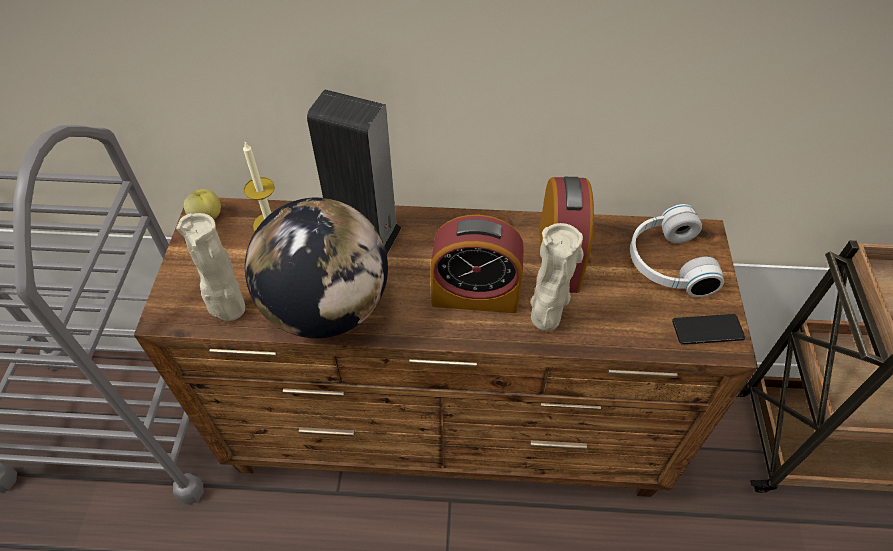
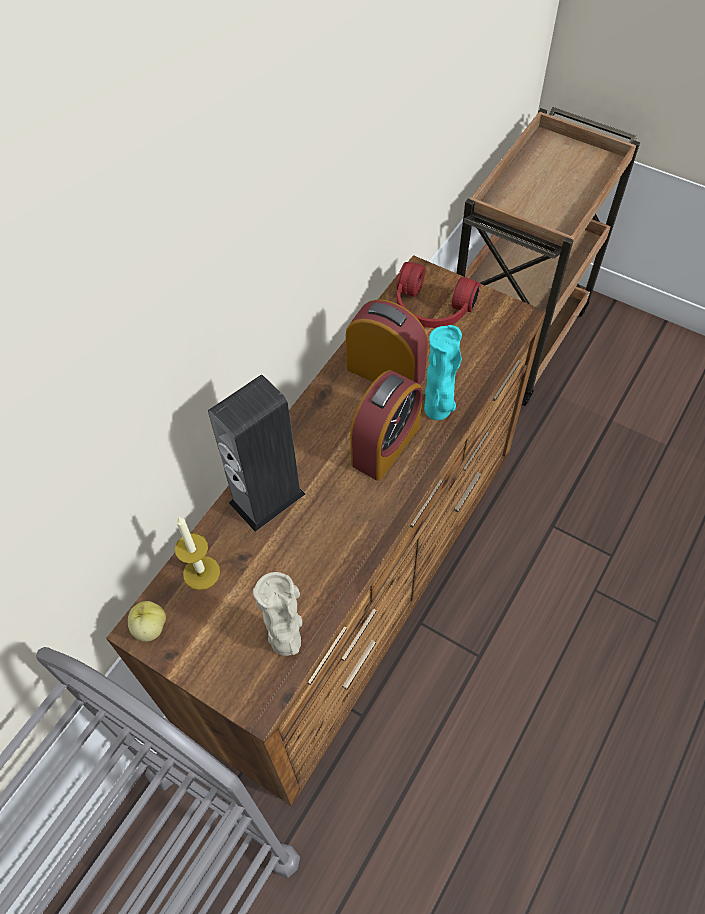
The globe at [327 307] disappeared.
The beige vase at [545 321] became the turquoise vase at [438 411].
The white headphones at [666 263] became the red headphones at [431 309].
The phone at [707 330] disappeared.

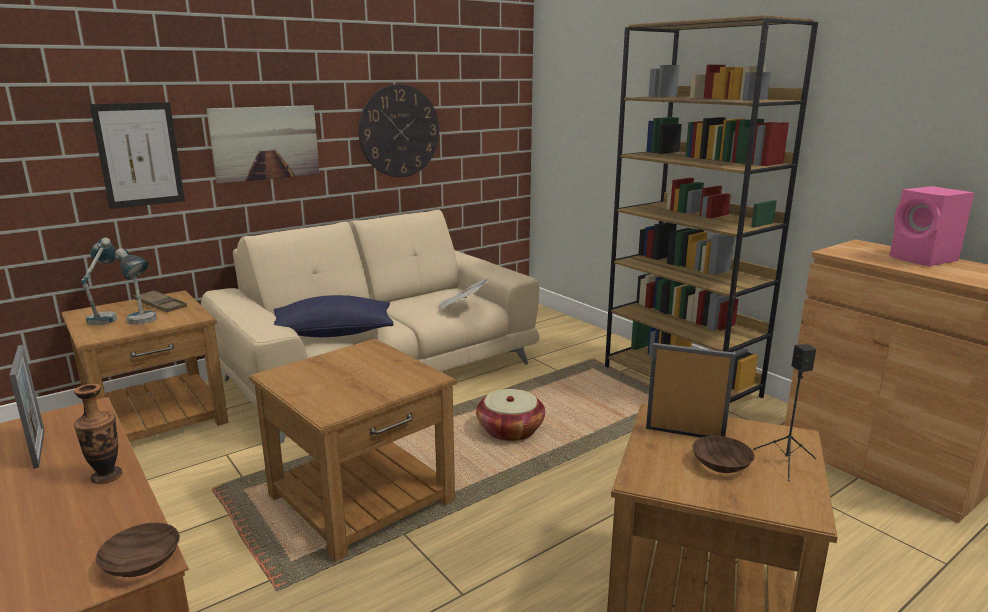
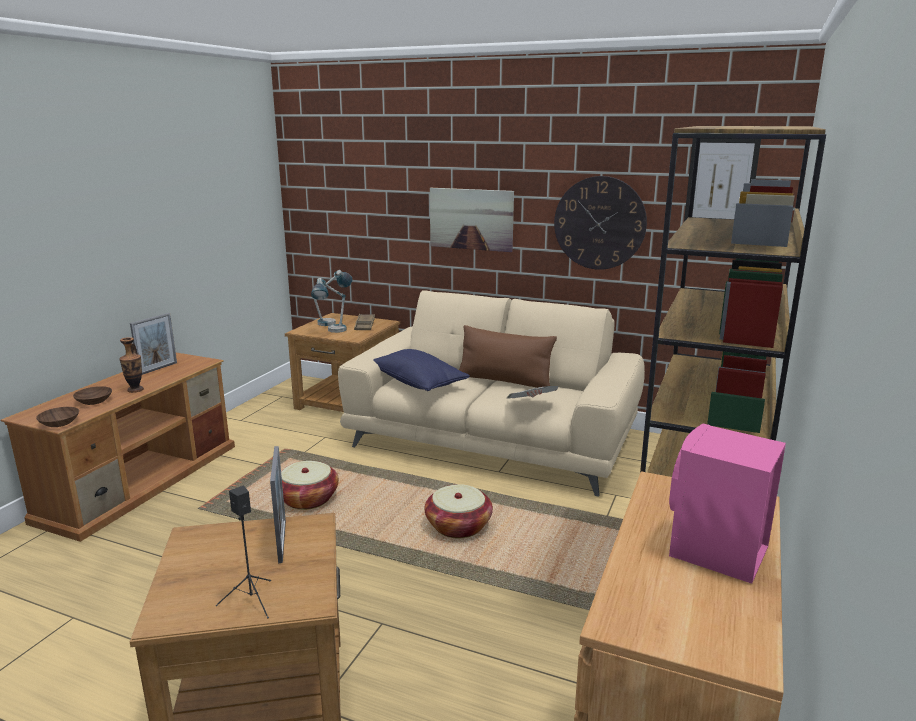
The picture moved from [139 155] to [721 183].
The brown side table at [361 499] was replaced by the basket at [307 499].
The brown bowl moved from [720 463] to [95 401].
The brown pillow at [504 381] appeared.

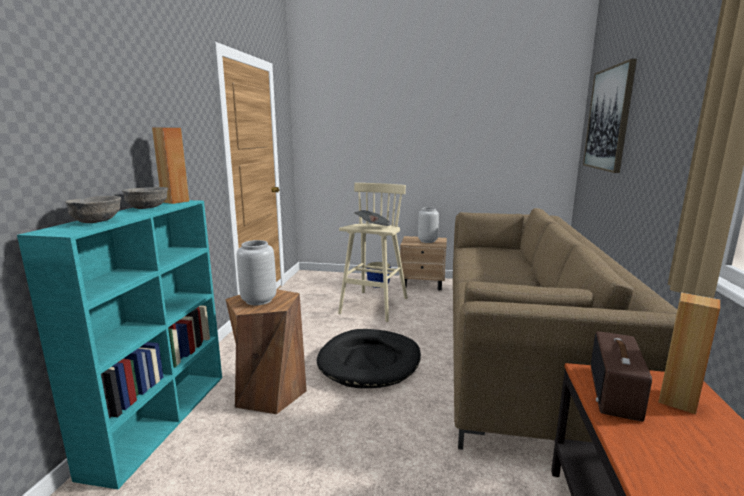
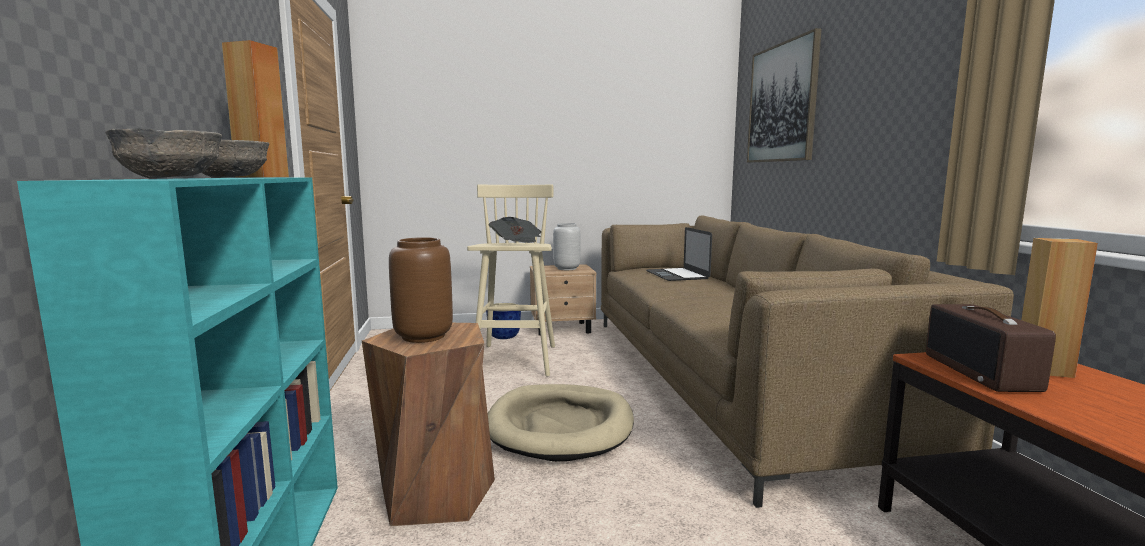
The grey vase at [259 300] became the brown vase at [424 336].
The black dog bed at [370 362] became the beige dog bed at [560 426].
The laptop at [677 275] appeared.

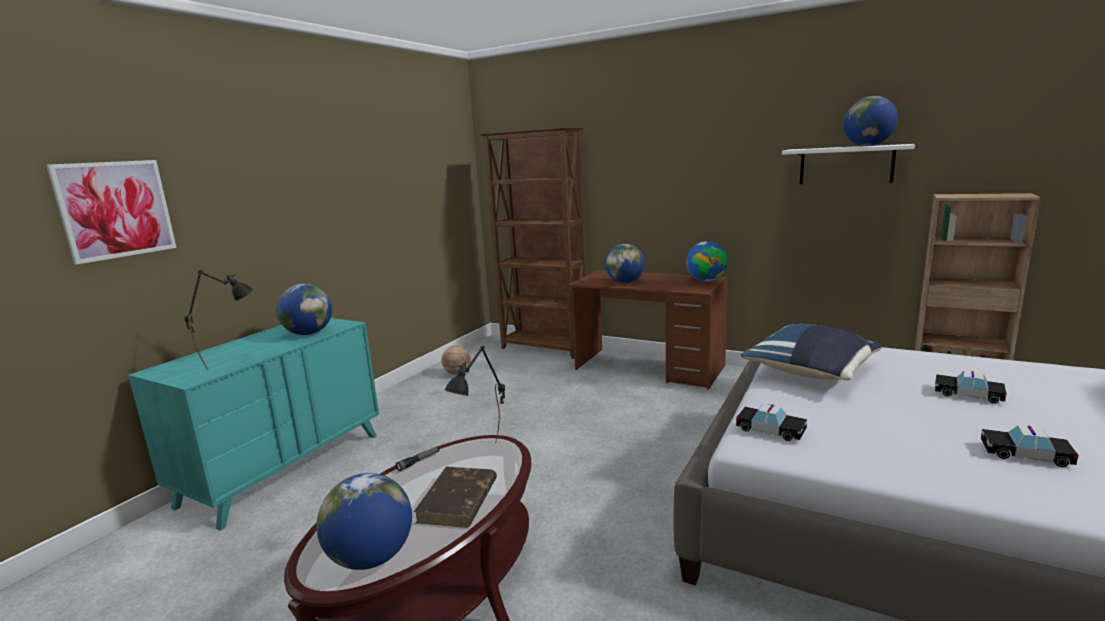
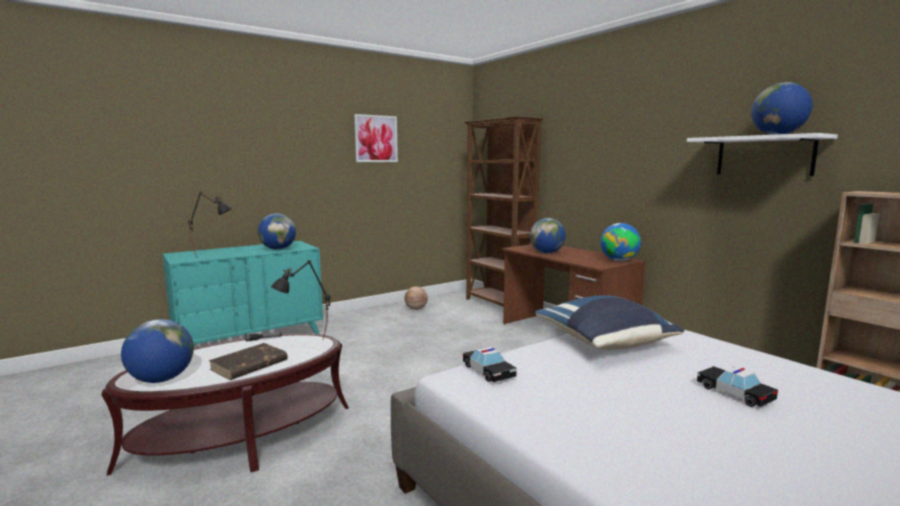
The picture moved from [115 209] to [376 138].
The toy car at [1025 454] disappeared.

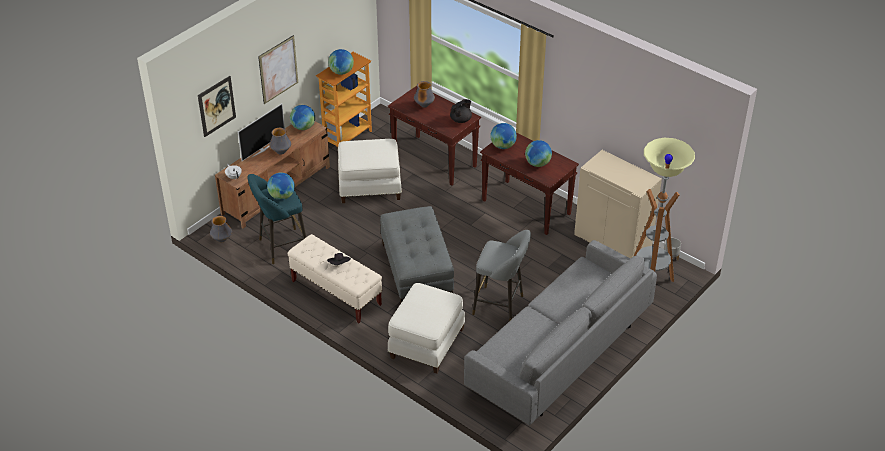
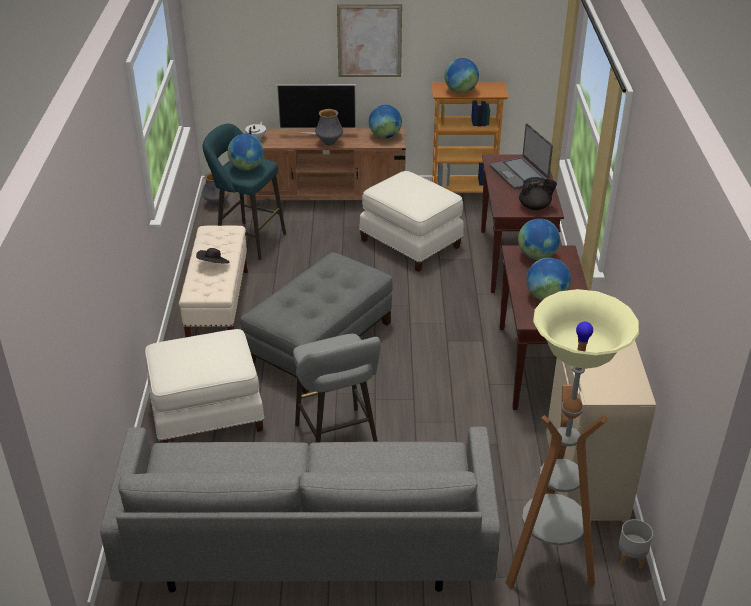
The picture at [216 106] disappeared.
The vase at [424 105] was replaced by the laptop at [519 174].

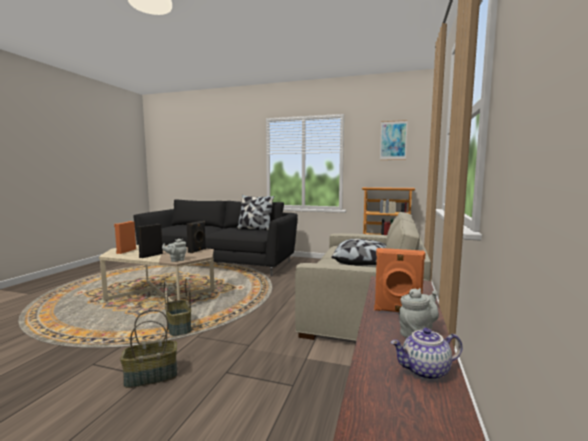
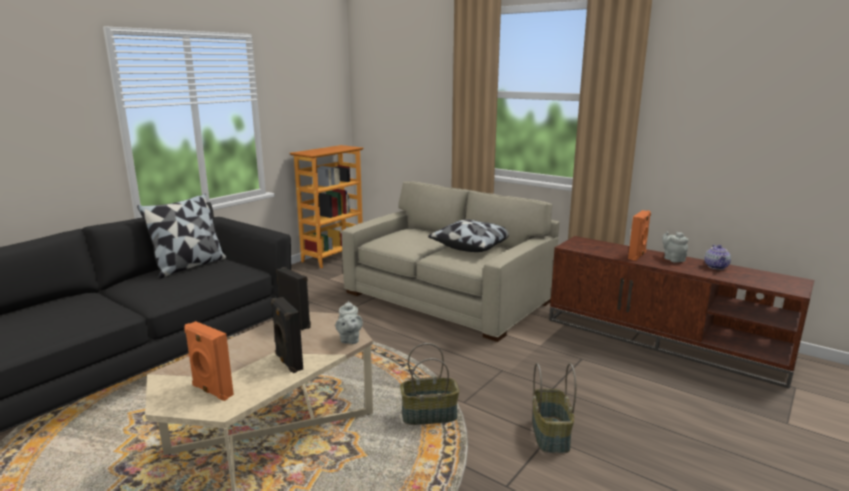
The picture at [393 140] disappeared.

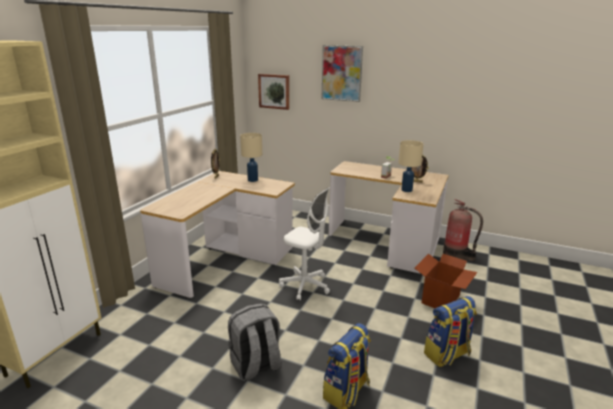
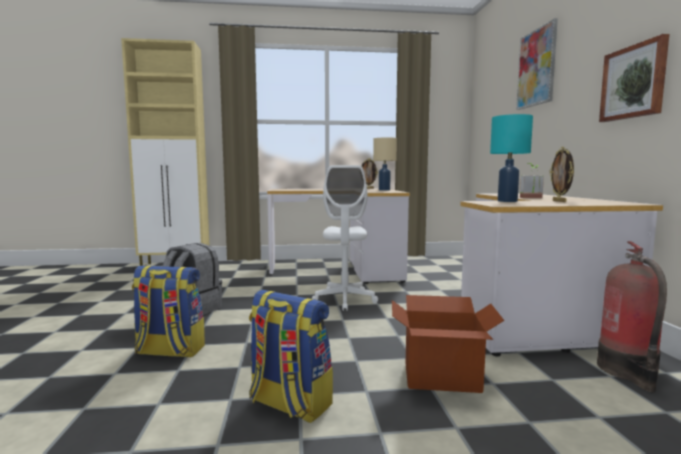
The picture moved from [274 91] to [634 82].
The beige table lamp at [406 190] became the turquoise table lamp at [506 201].

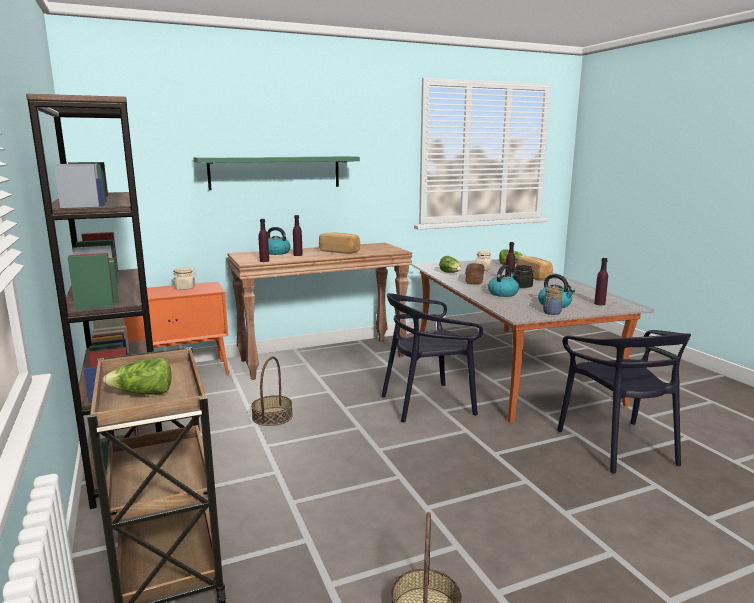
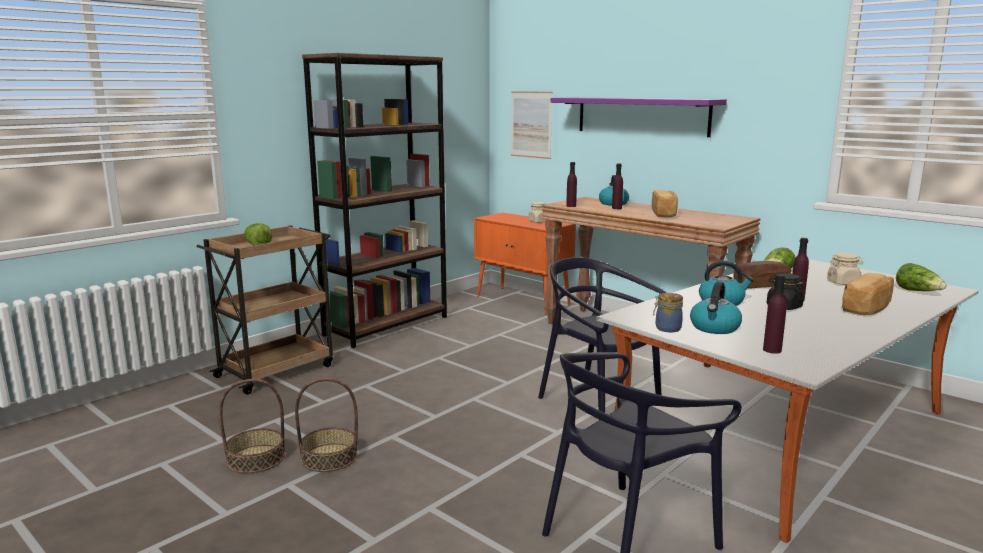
The green shelf at [275 172] became the purple shelf at [641 116].
The basket moved from [272 416] to [329 457].
The picture at [531 124] appeared.

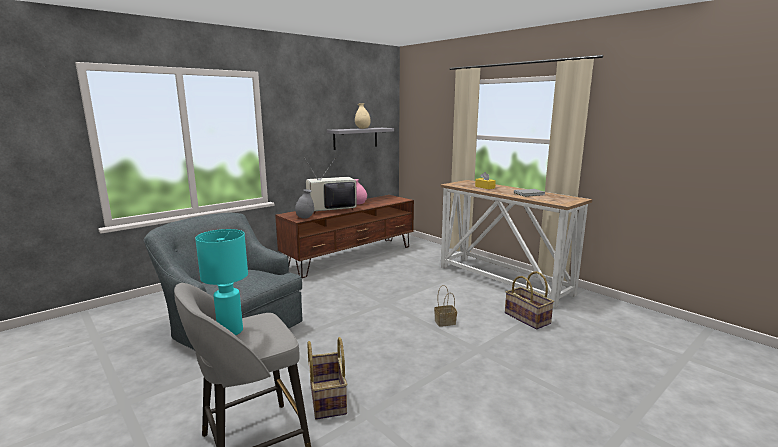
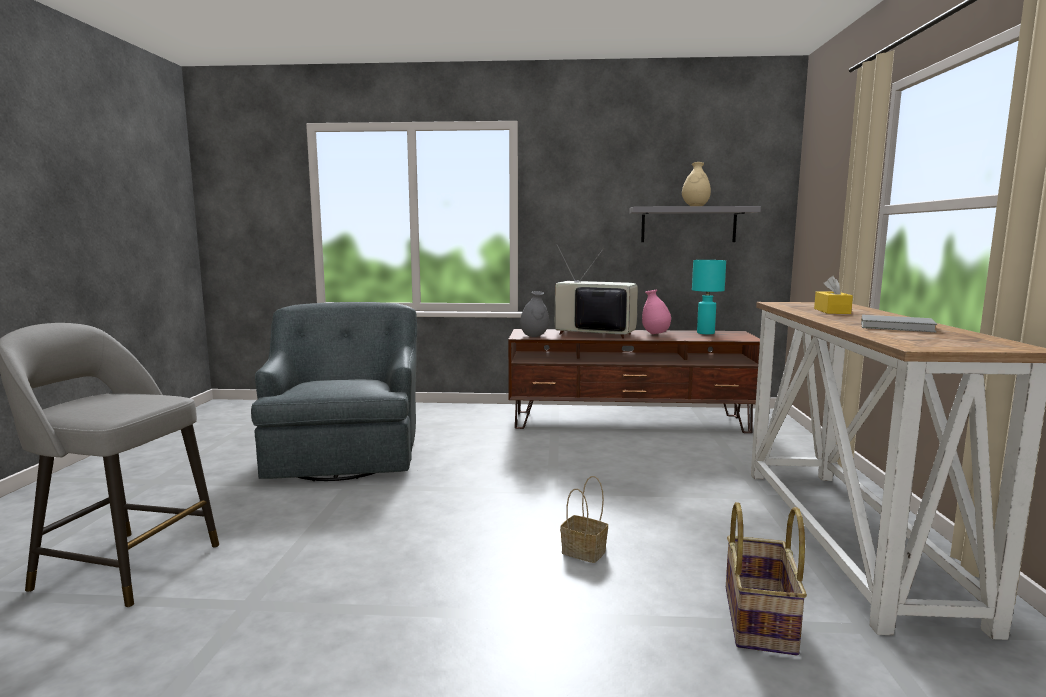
The turquoise table lamp moved from [231 331] to [705 333].
The basket at [326 398] disappeared.

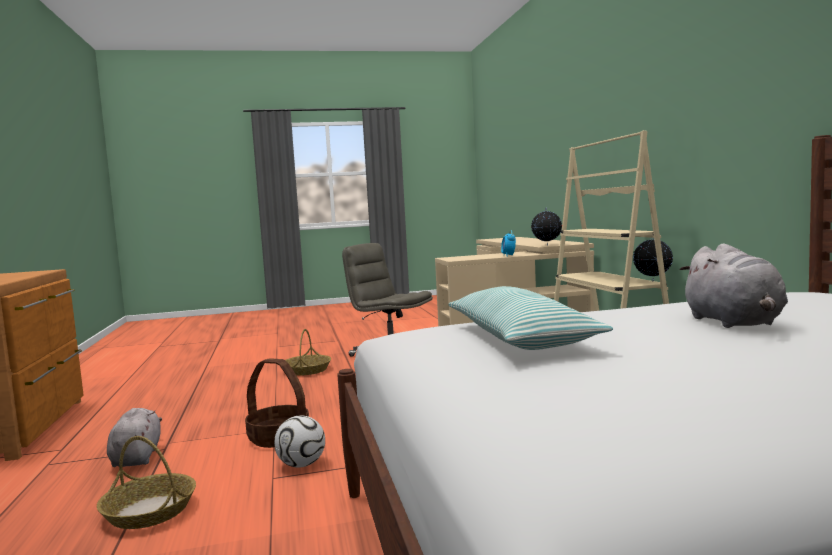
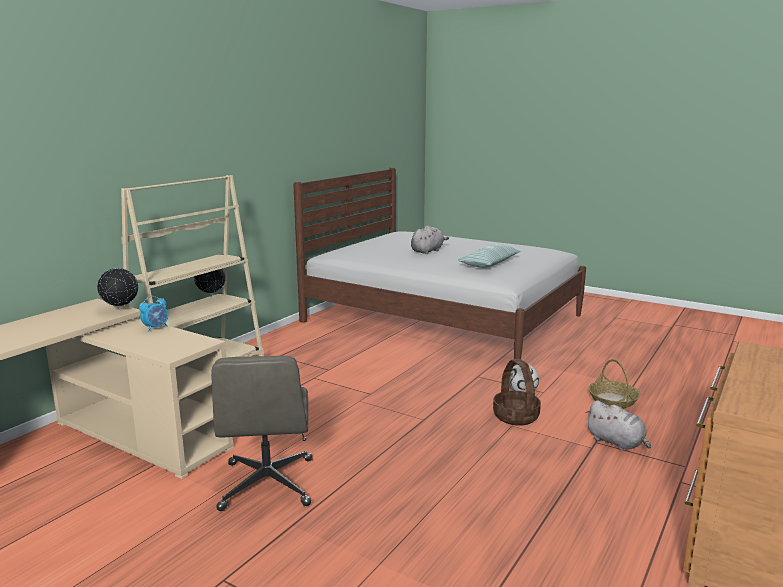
The grey plush toy at [137 457] turned 75 degrees counterclockwise.
The basket at [307 370] disappeared.

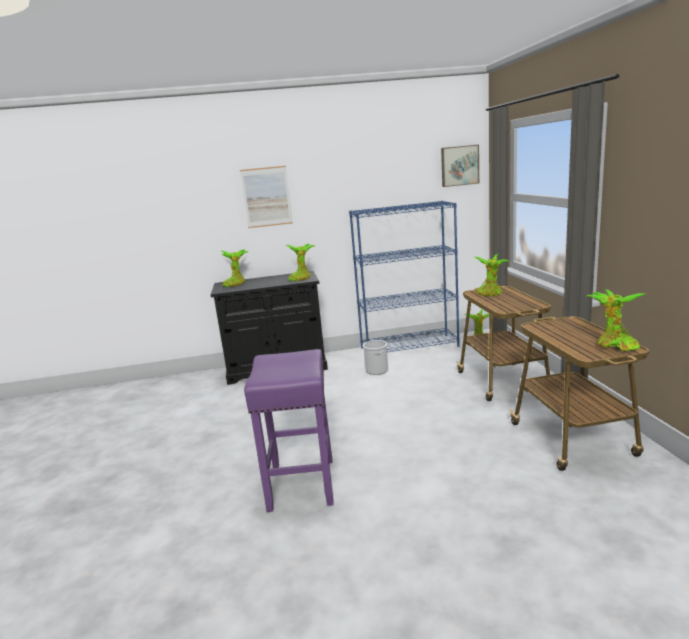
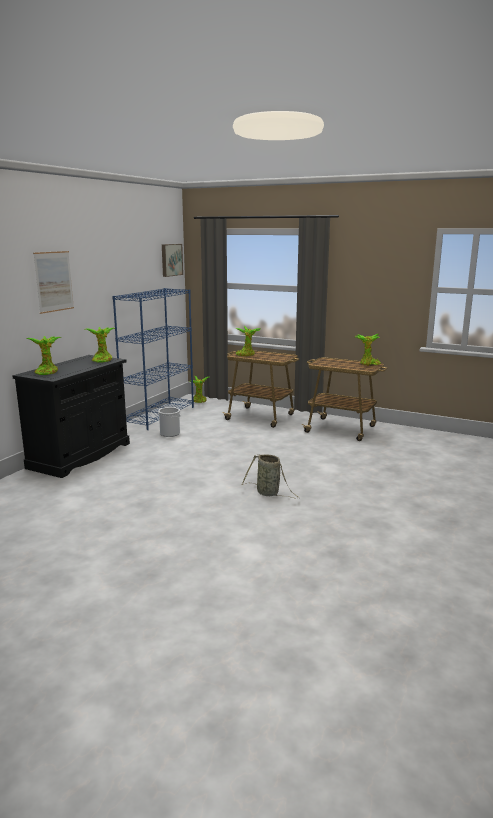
The purple stool at [302 485] was replaced by the basket at [269 493].

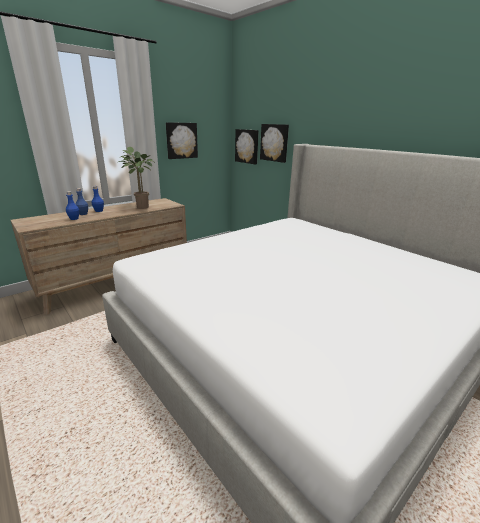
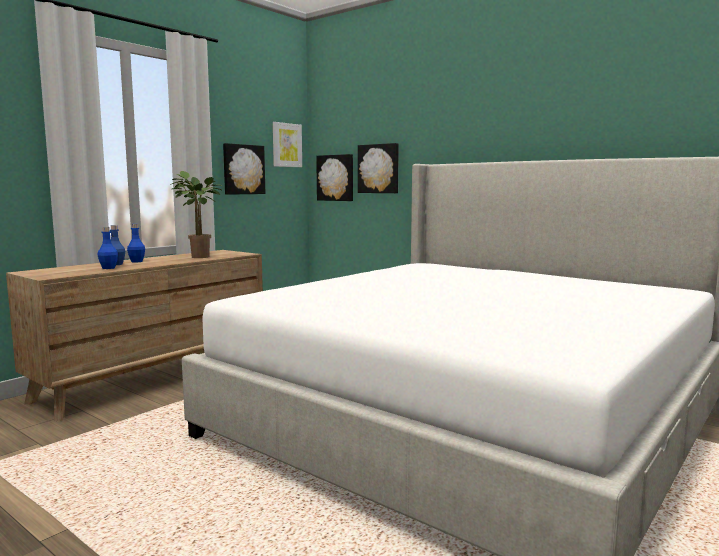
The picture at [286 145] appeared.

